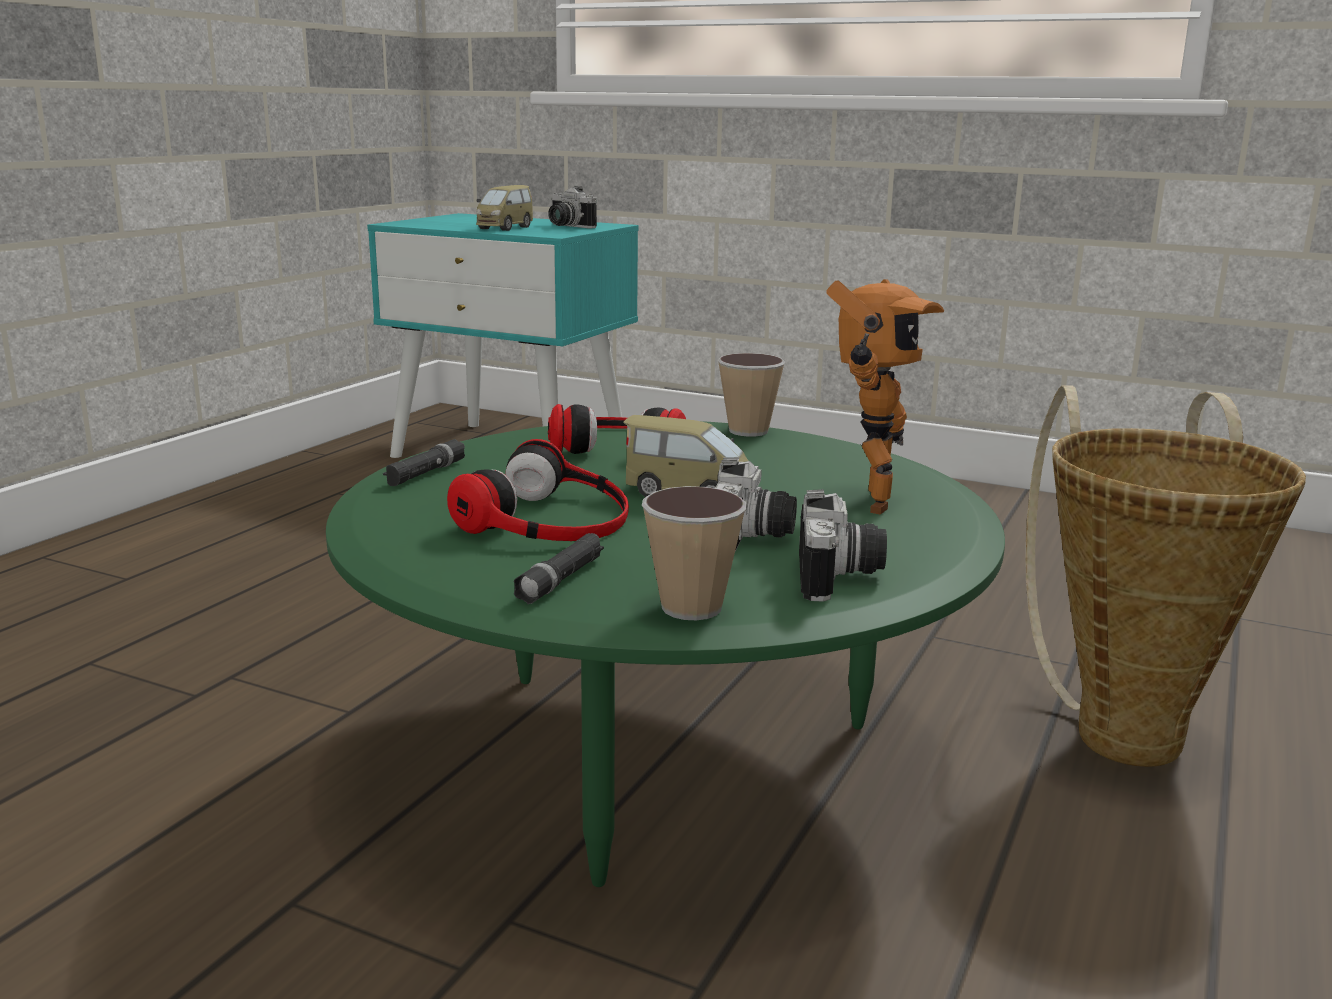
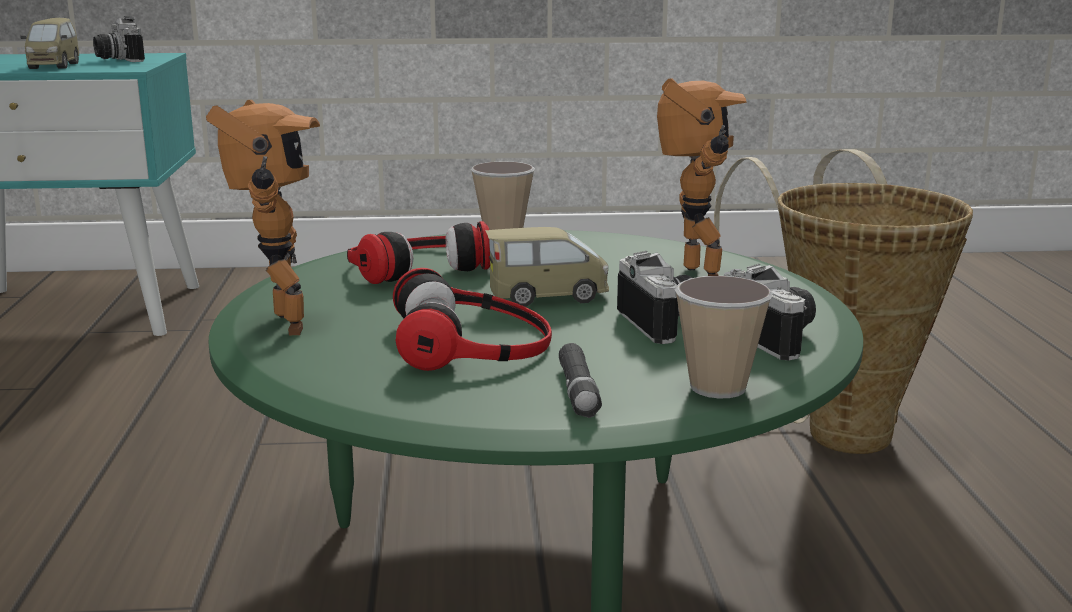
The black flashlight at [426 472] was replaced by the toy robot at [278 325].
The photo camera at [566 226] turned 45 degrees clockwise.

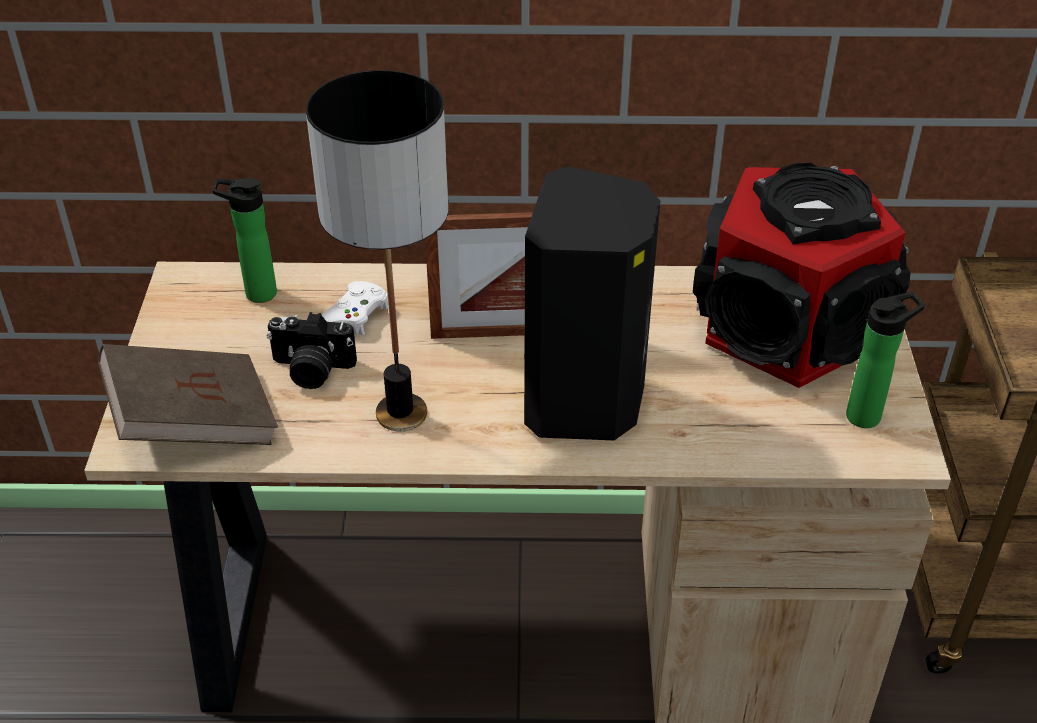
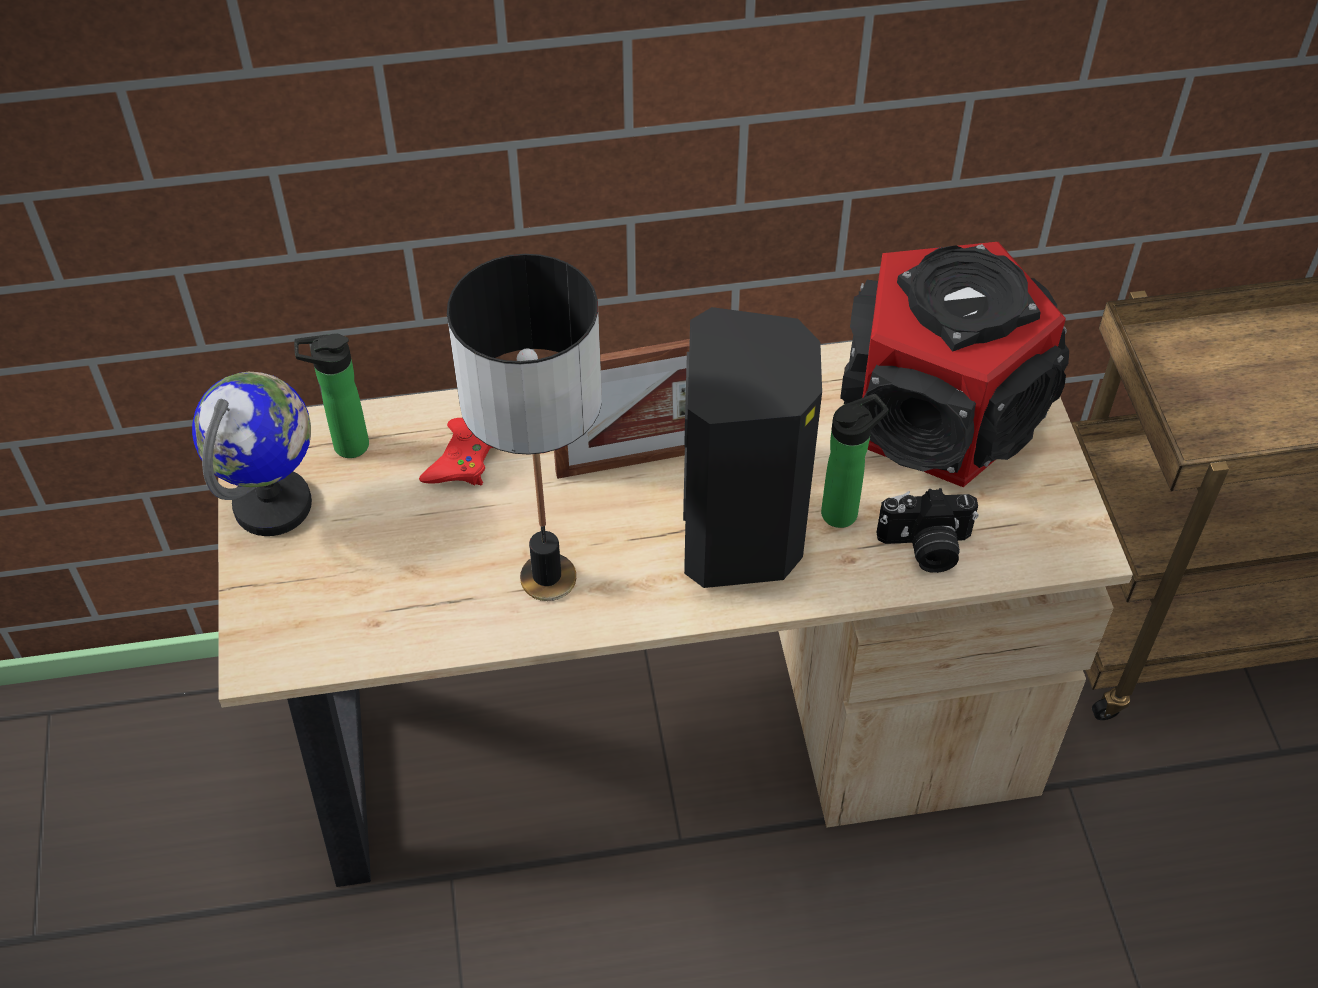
The brown book at [194 423] disappeared.
The photo camera moved from [311 370] to [925 547].
The white game controller at [353 315] became the red game controller at [463 459].
The bottle moved from [868 415] to [844 511].
The globe at [274 505] appeared.

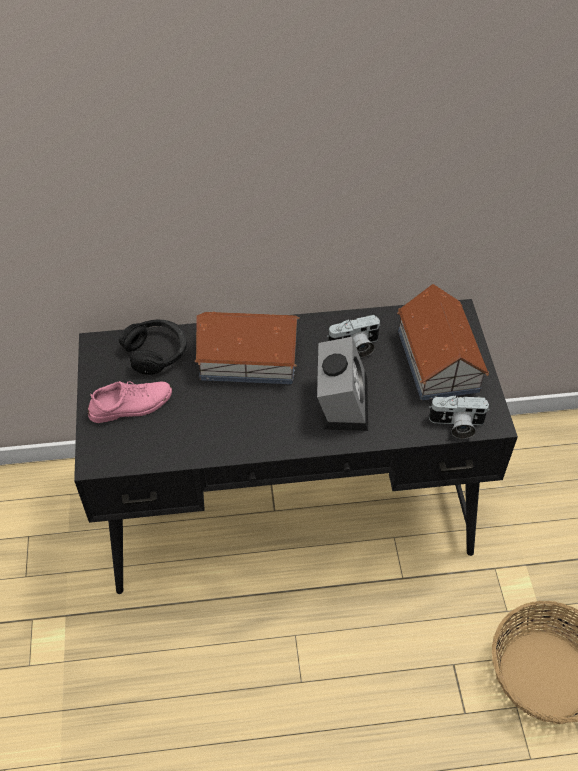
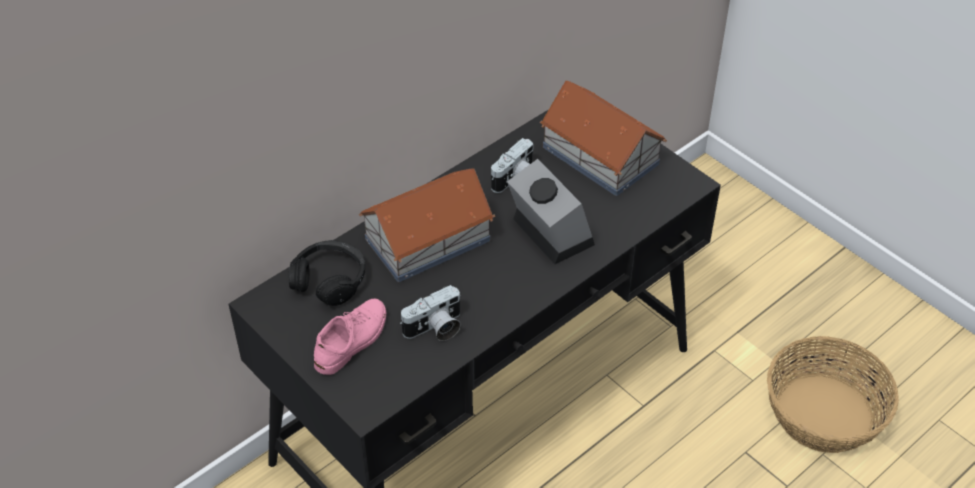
The photo camera moved from [456 425] to [435 329].

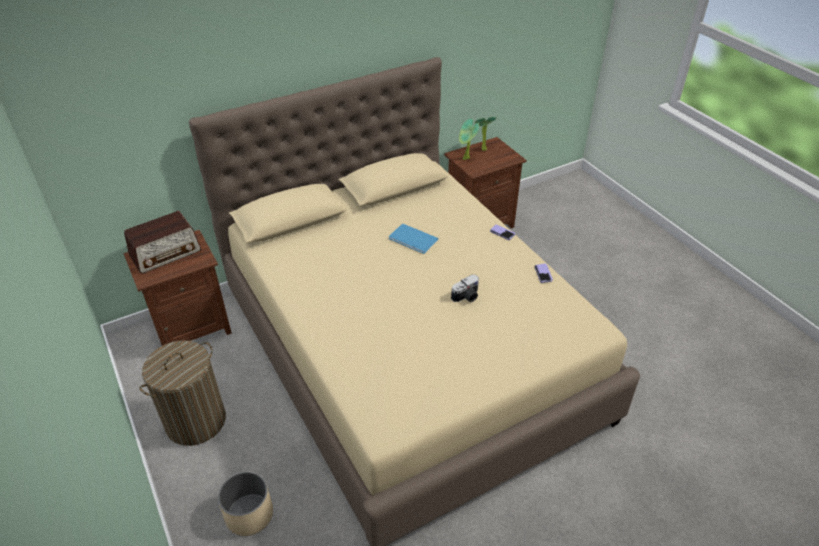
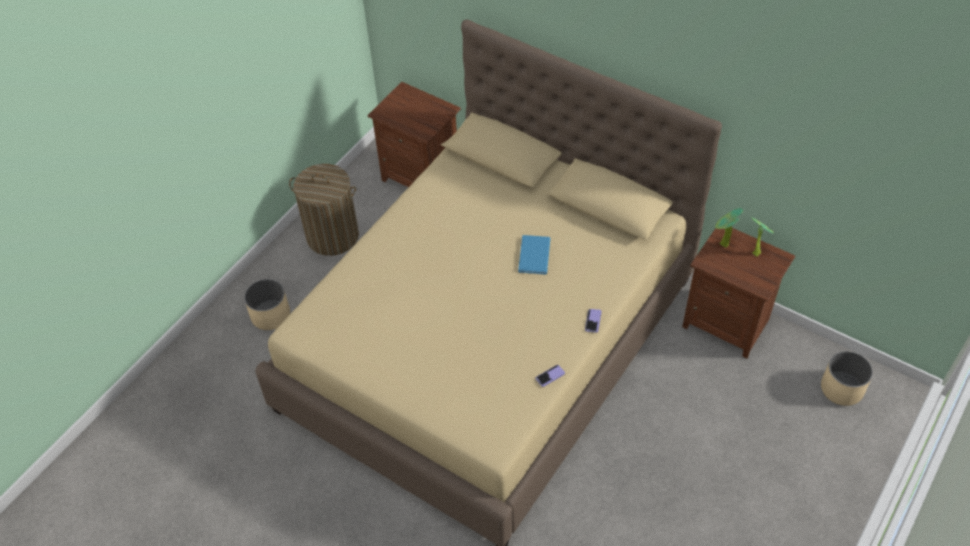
The radio at [166 253] disappeared.
The photo camera at [467 297] disappeared.
The beige planter at [842 389] appeared.

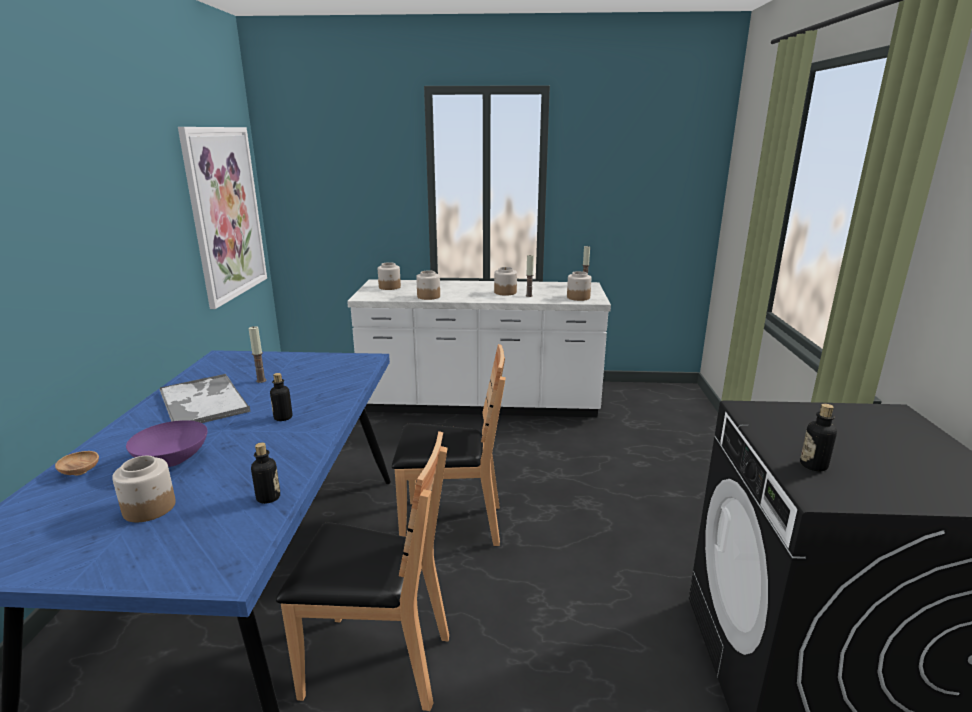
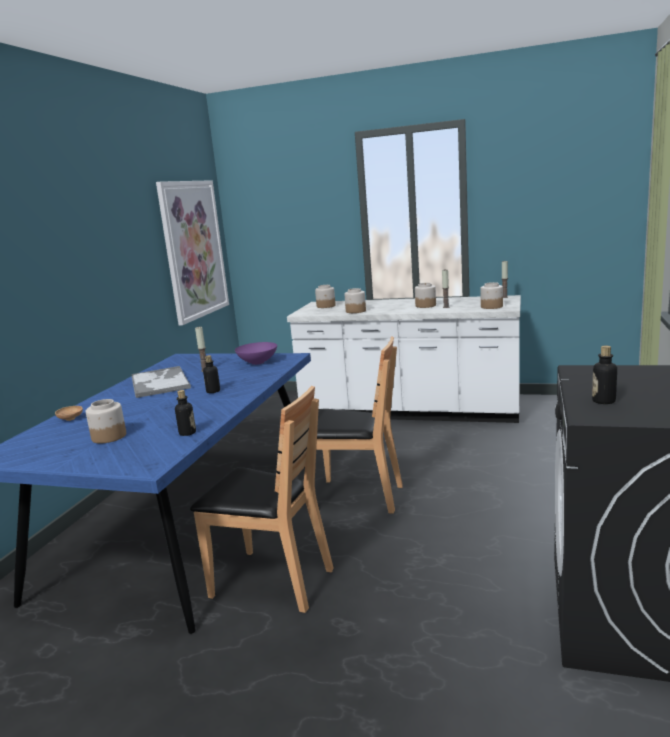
The purple bowl moved from [171 461] to [257 362].

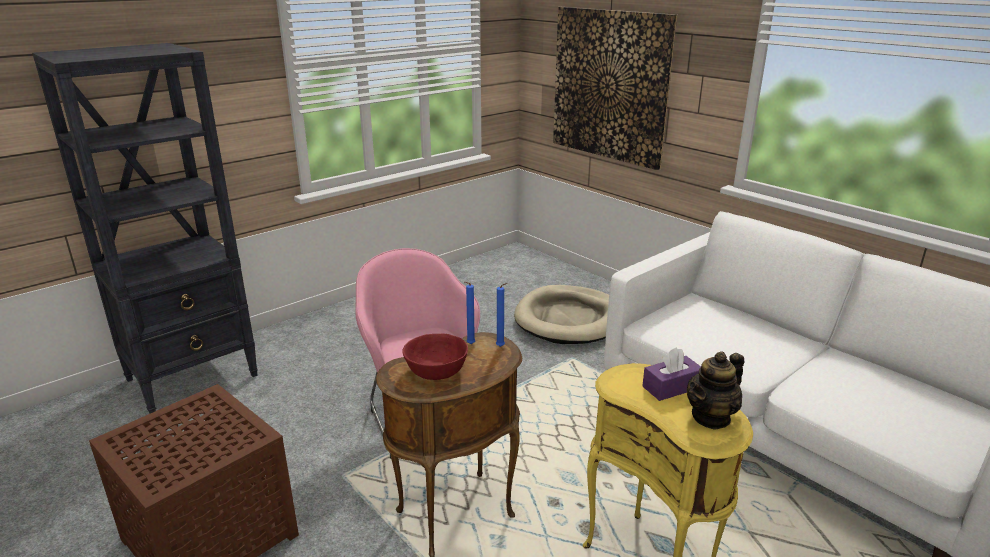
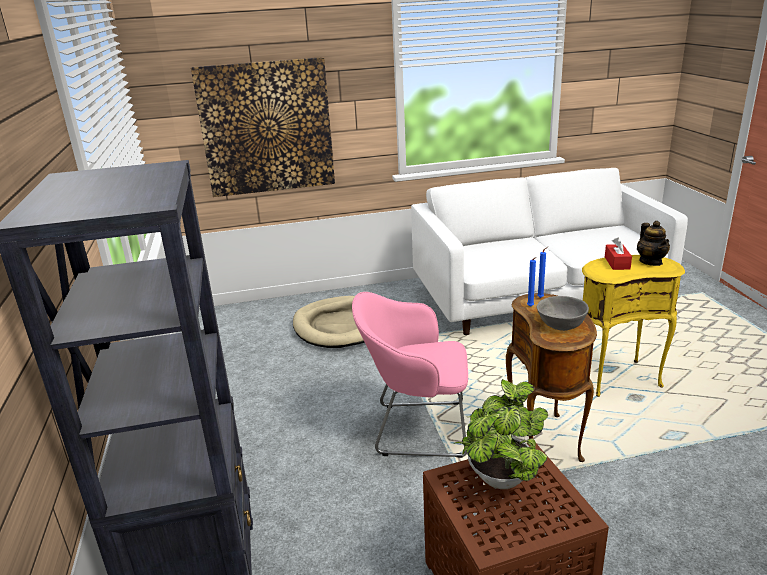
The red bowl at [436 371] became the grey bowl at [561 324].
The purple tissue box at [671 387] became the red tissue box at [617 263].
The potted plant at [500 481] appeared.

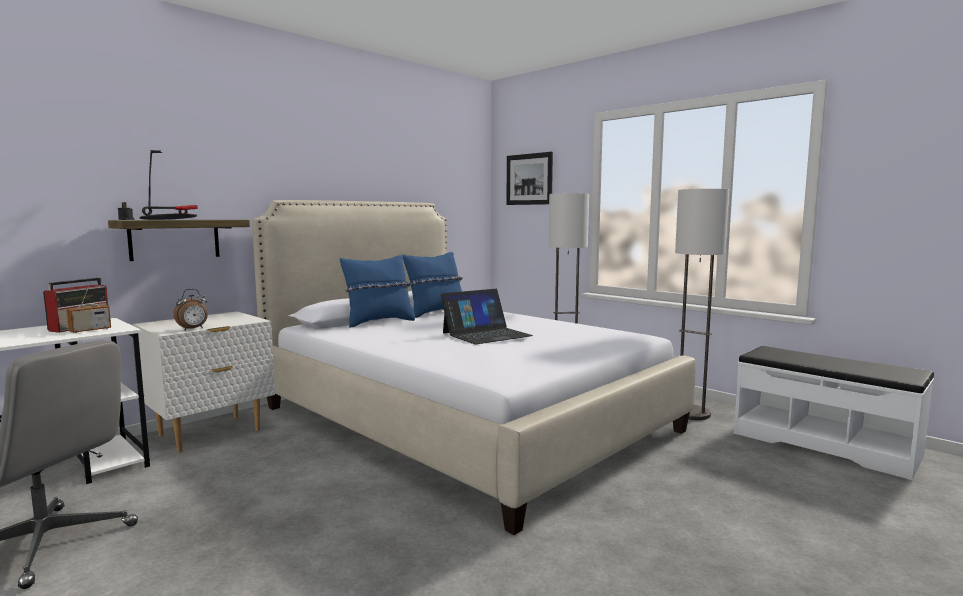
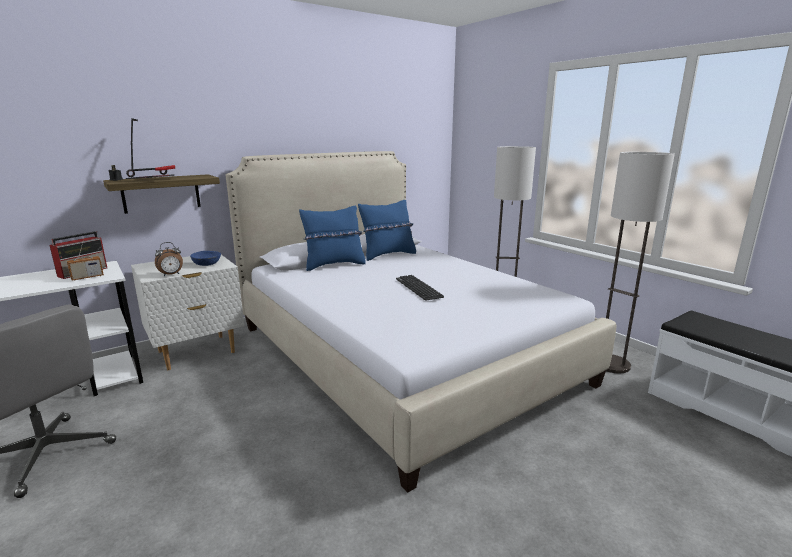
The laptop at [486 334] was replaced by the keyboard at [418 288].
The picture at [529 179] disappeared.
The blue bowl at [206 264] appeared.

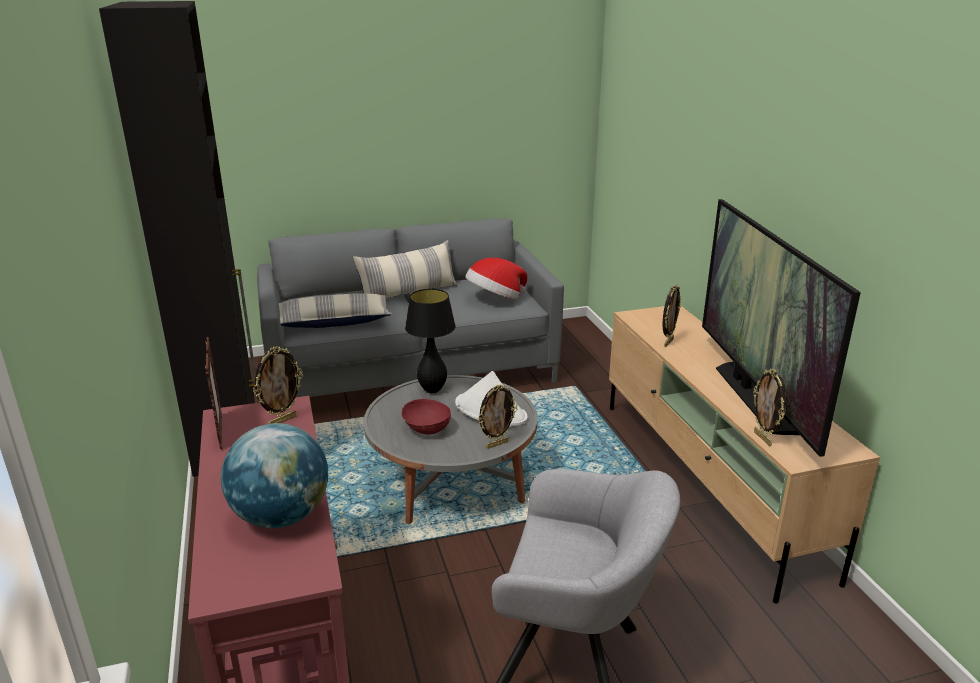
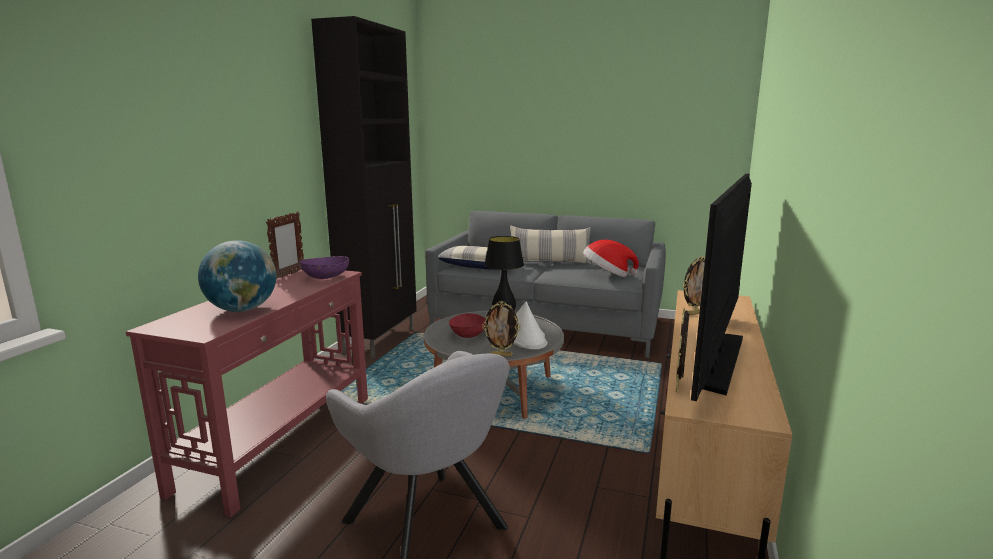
The picture frame at [282 420] was replaced by the purple bowl at [326 277].

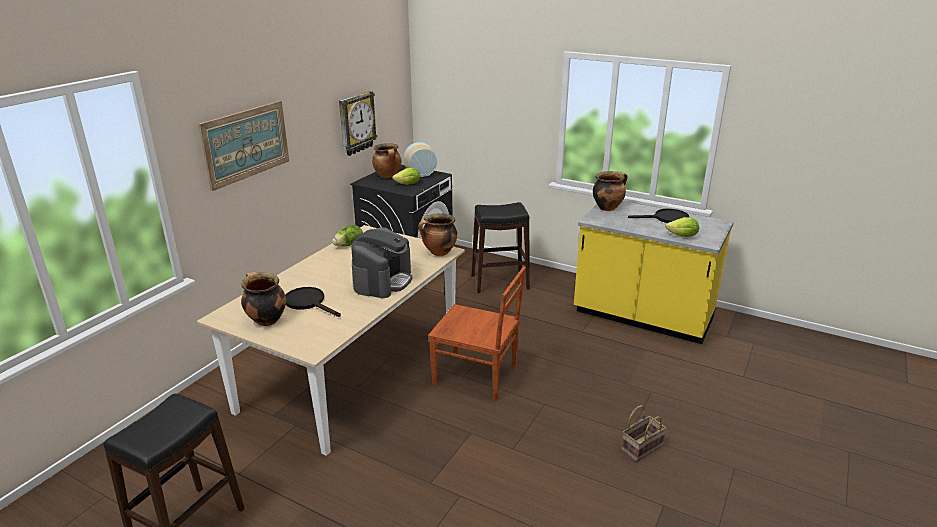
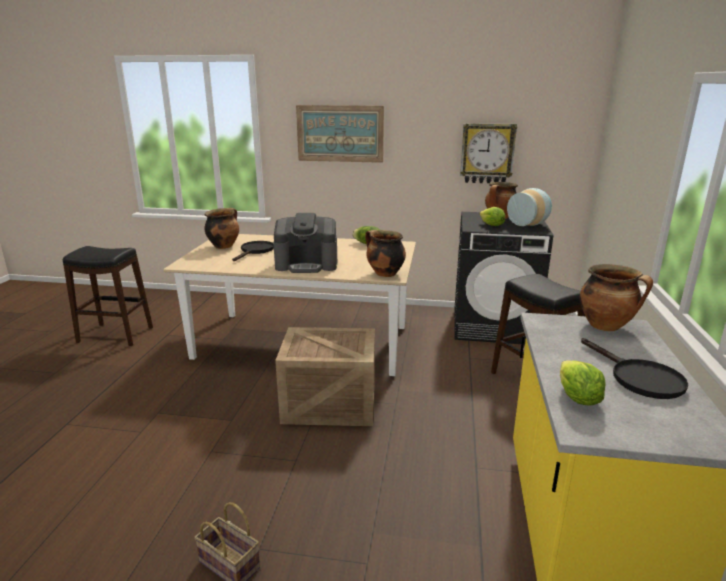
The brown chair at [477 375] was replaced by the crate at [328 405].

